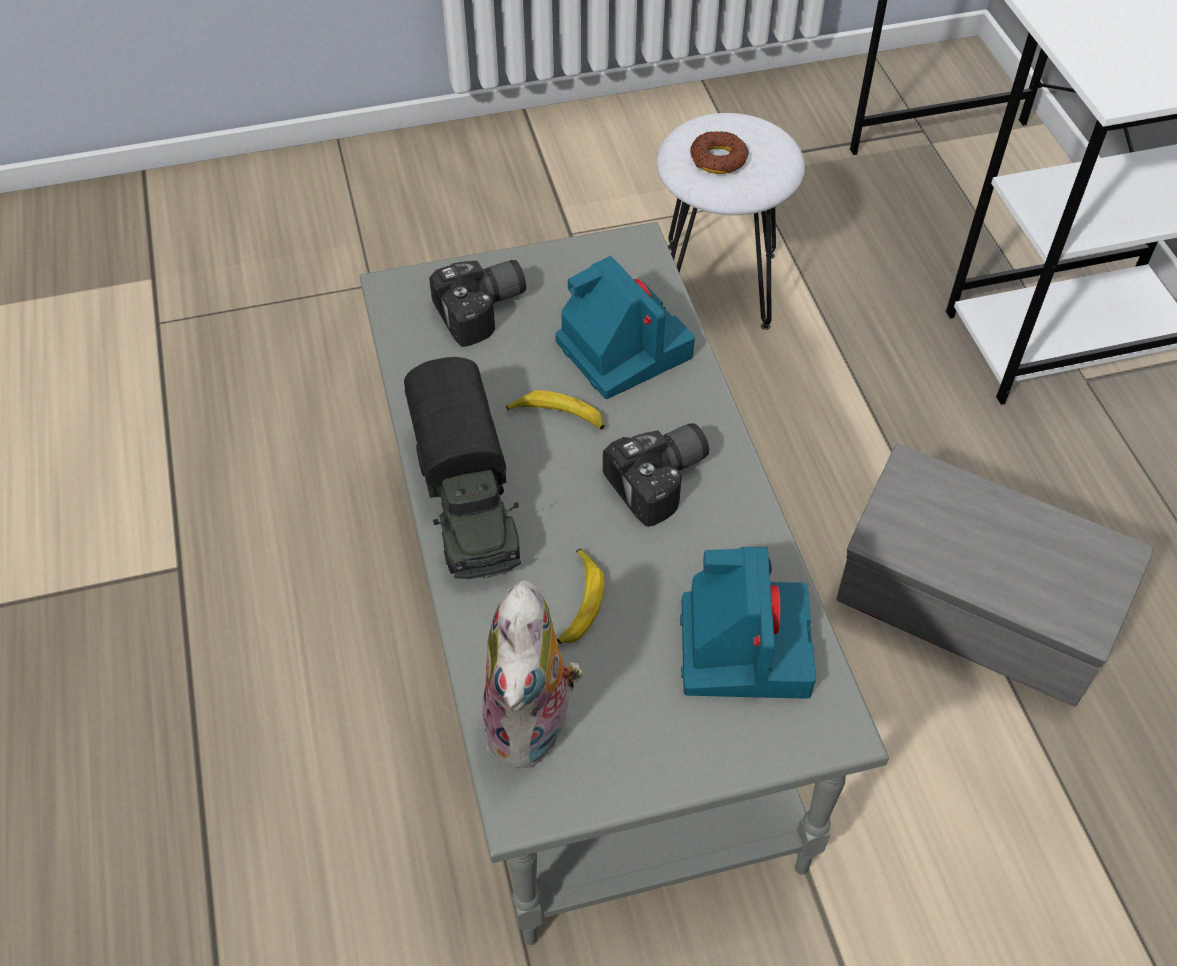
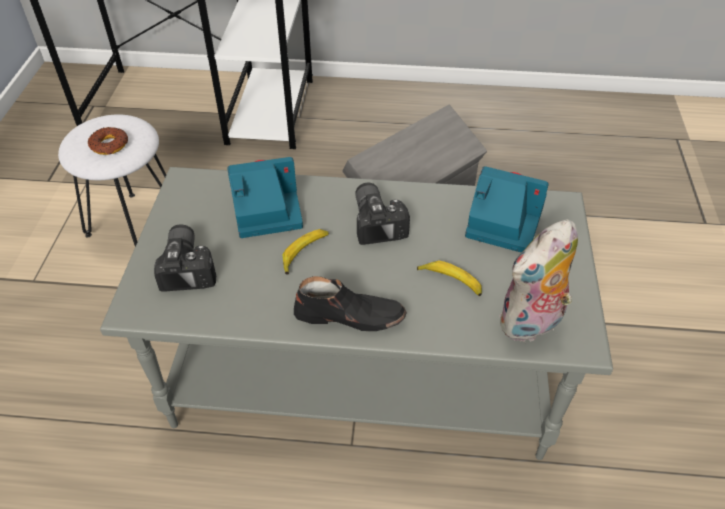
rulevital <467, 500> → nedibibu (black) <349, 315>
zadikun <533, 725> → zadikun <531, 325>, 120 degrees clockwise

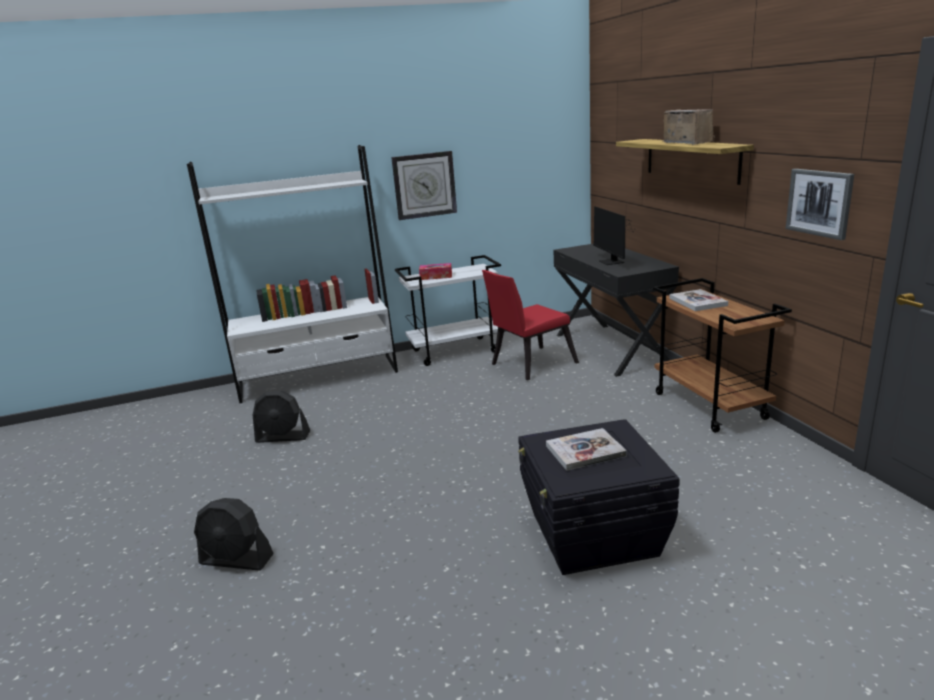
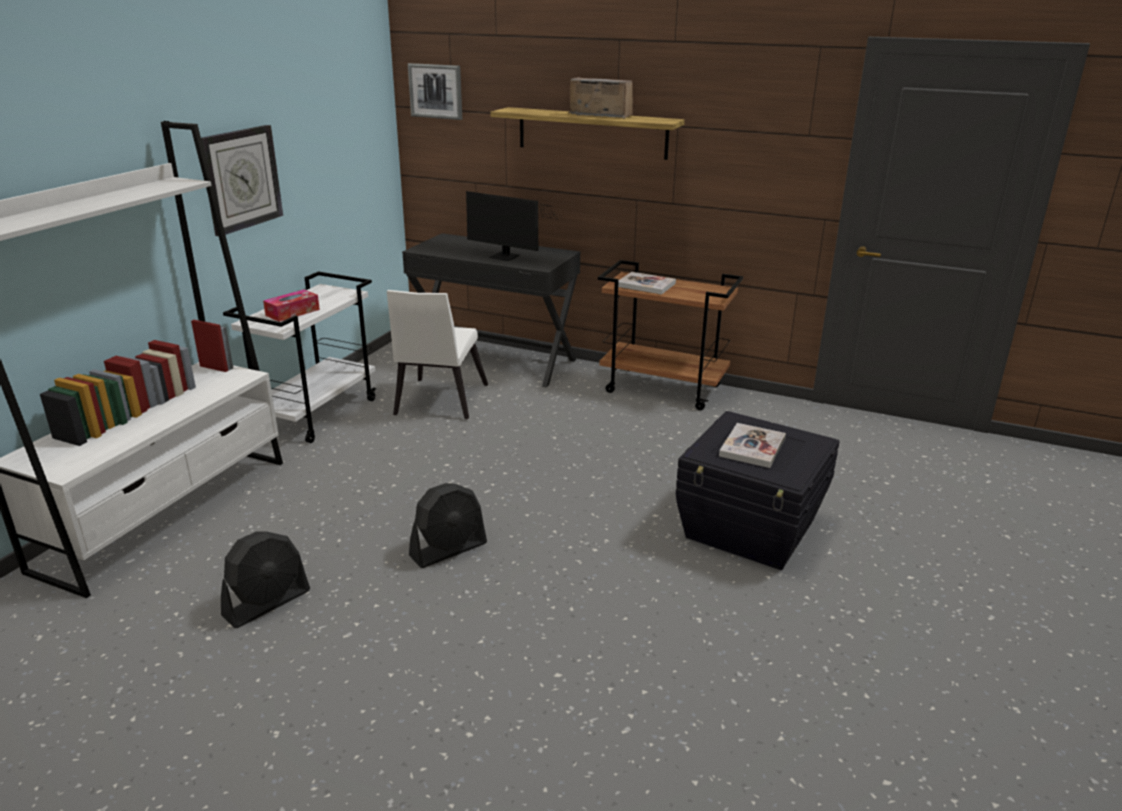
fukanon <819, 203> → fukanon <436, 91>, shifted
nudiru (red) <529, 364> → nudiru (white) <438, 402>
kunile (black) <236, 560> → kunile (black) <448, 549>, shifted

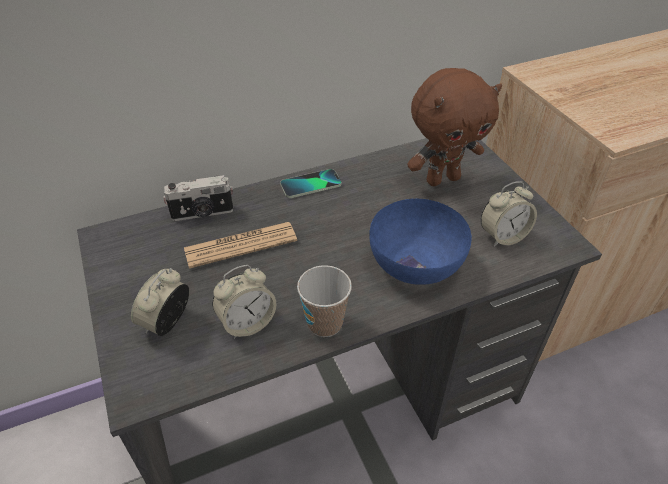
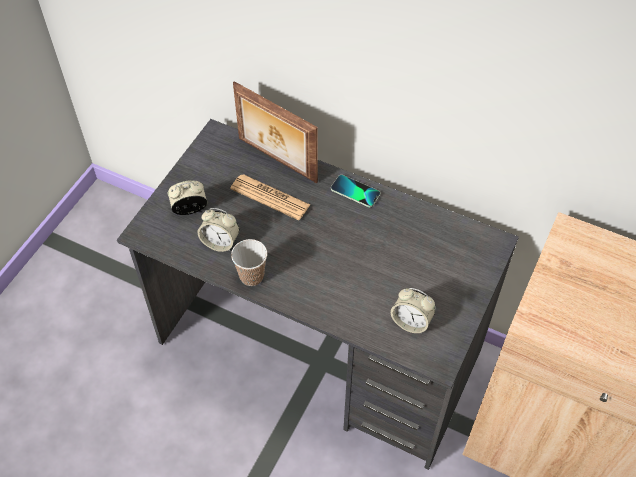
zadikun (brown) <442, 179> → -
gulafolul <202, 213> → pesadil <276, 161>
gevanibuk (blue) <417, 263> → -

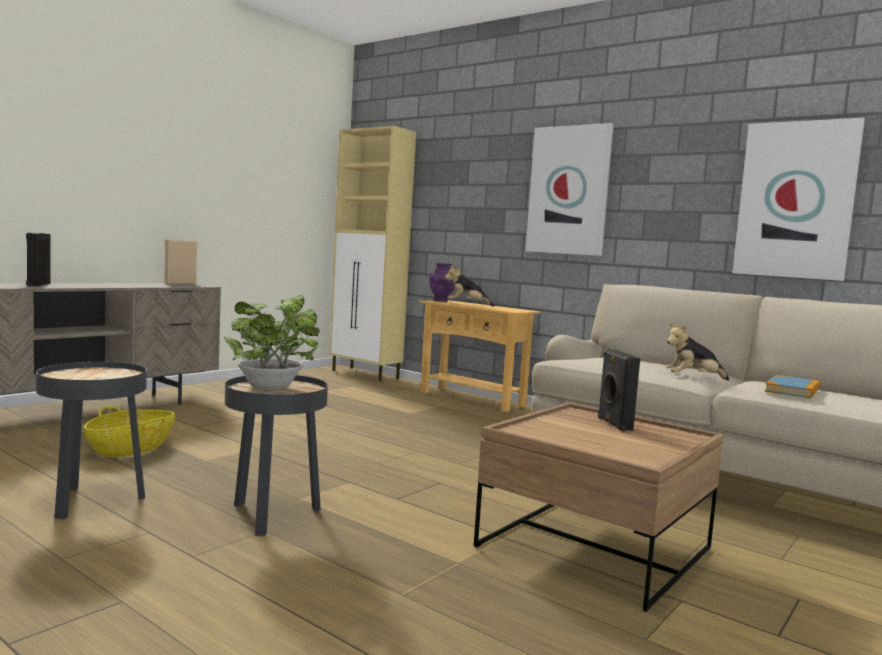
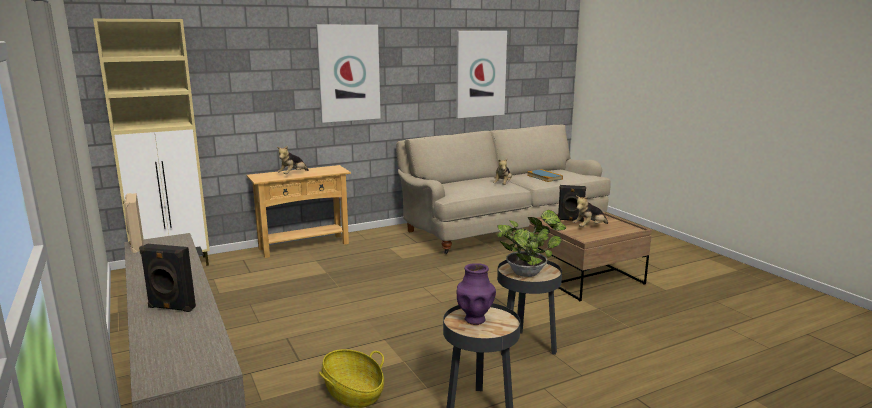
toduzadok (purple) <441, 301> → toduzadok (purple) <475, 319>, shifted
- → zadikun <589, 227>

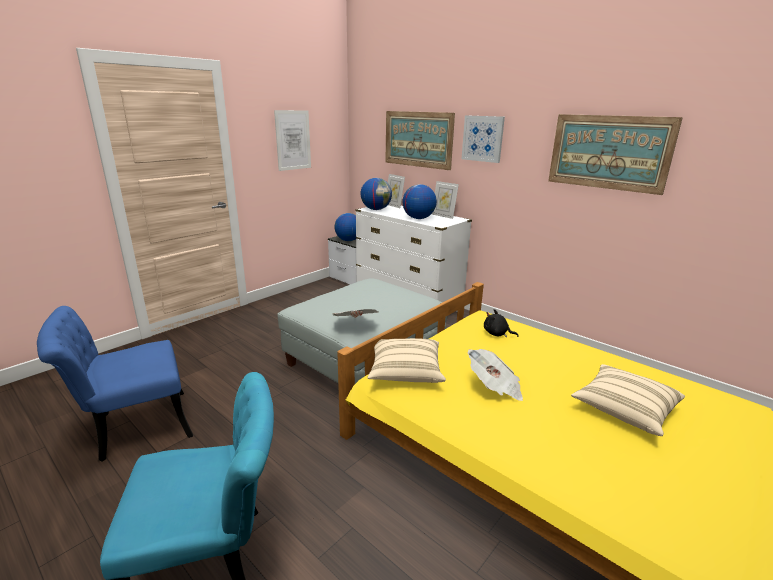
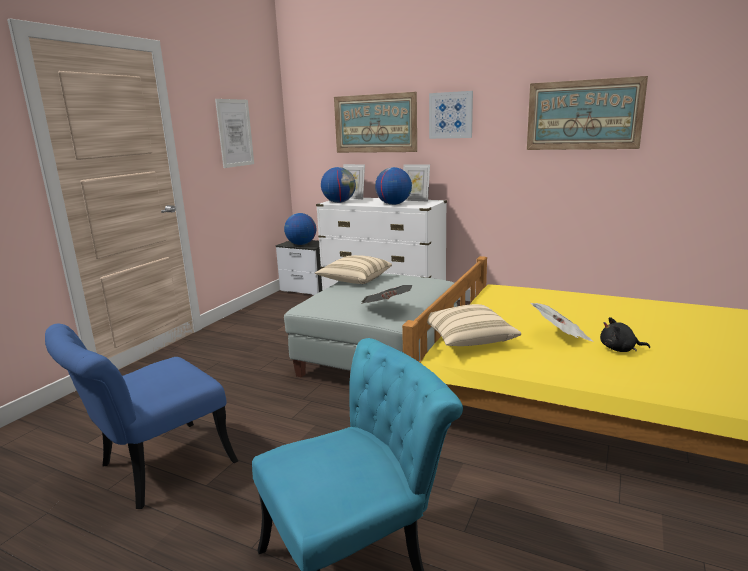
zadikun (black) <497, 334> → zadikun (black) <620, 349>, shifted
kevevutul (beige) <624, 410> → kevevutul (beige) <354, 280>, shifted

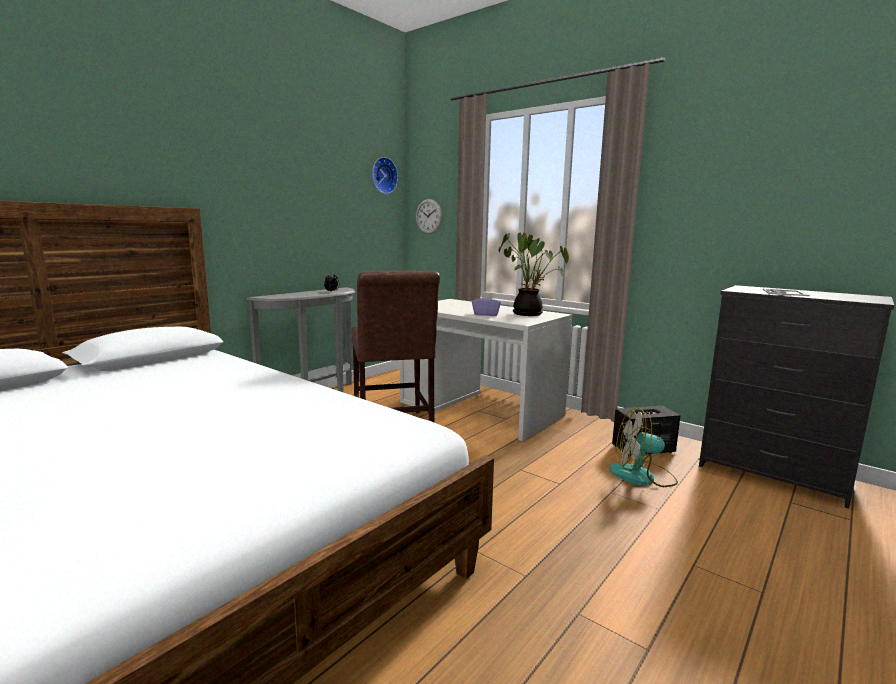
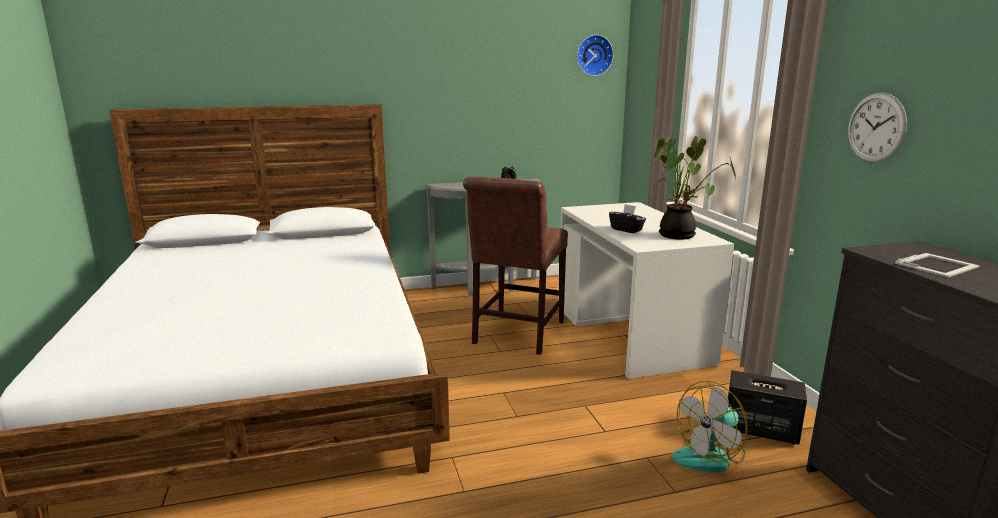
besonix <428, 216> → besonix <876, 128>, shifted
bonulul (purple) <486, 314> → bonulul (black) <626, 229>
kunile <642, 476> → kunile <710, 456>, 75 degrees counterclockwise

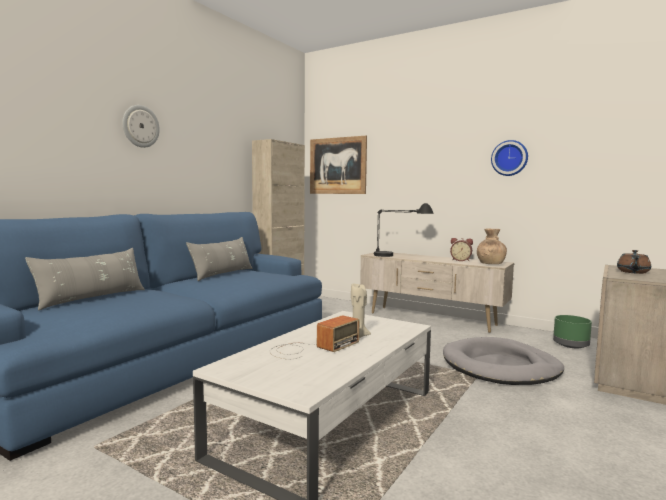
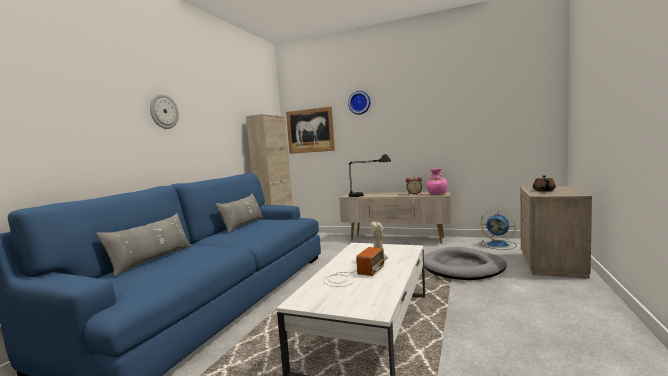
besonix <509, 158> → besonix <359, 102>, shifted
toduzadok (brown) <490, 264> → toduzadok (pink) <436, 194>
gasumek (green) <571, 345> → kunile (blue) <499, 245>

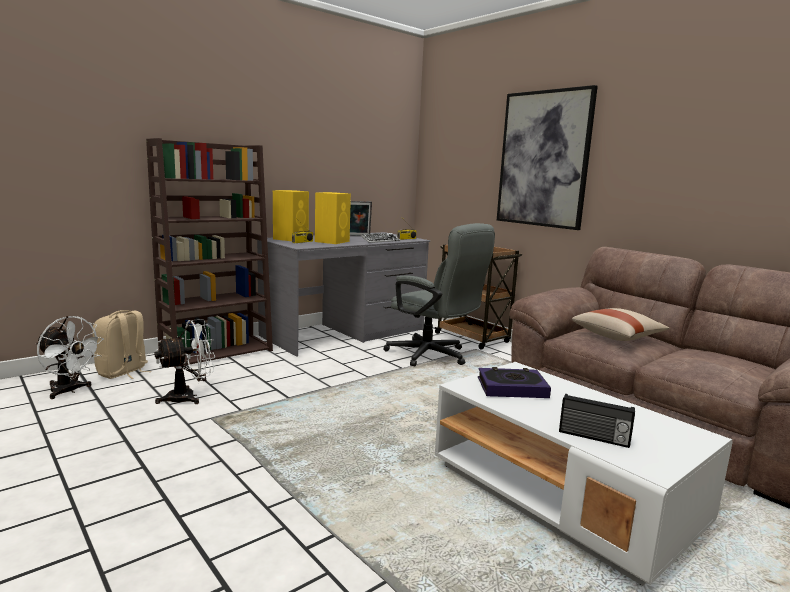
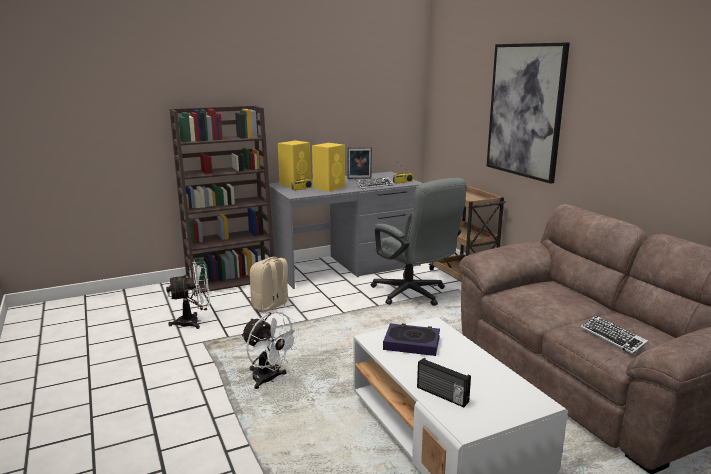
kevevutul (beige) <618, 337> → -
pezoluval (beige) <123, 372> → pezoluval (beige) <271, 307>, shifted
kunile (white) <69, 391> → kunile (white) <269, 380>, shifted
- → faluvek <612, 338>

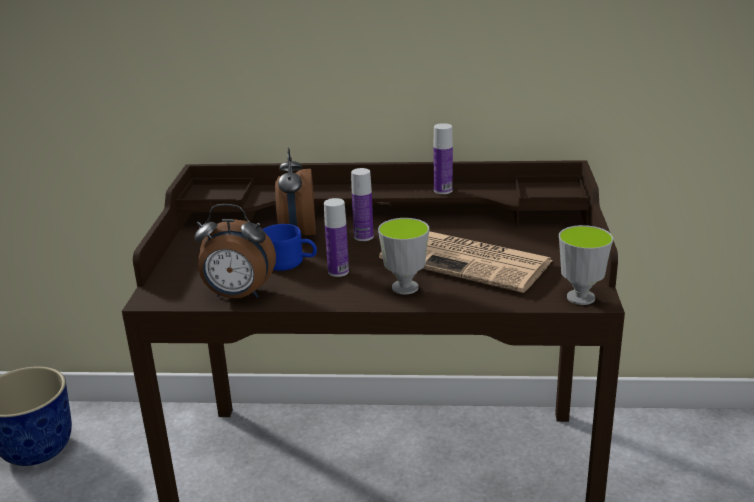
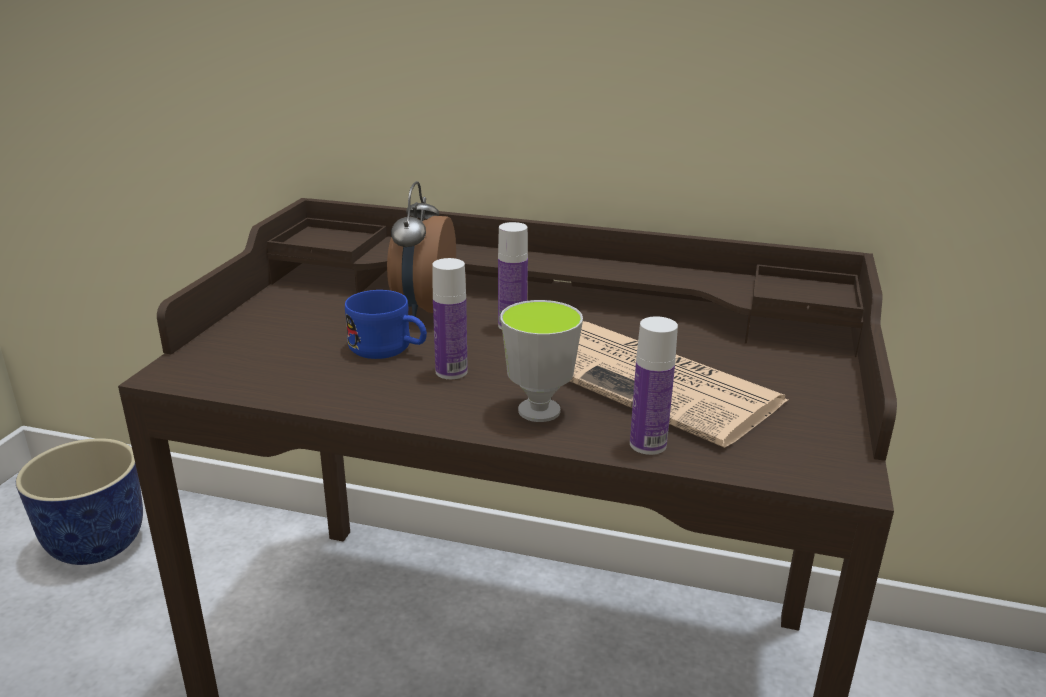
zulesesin <443, 190> → zulesesin <648, 444>, shifted
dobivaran <238, 296> → -
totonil <580, 298> → -

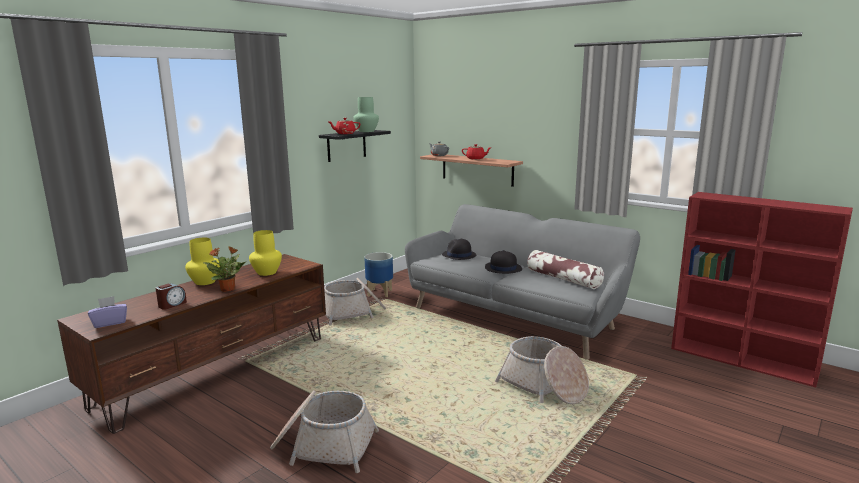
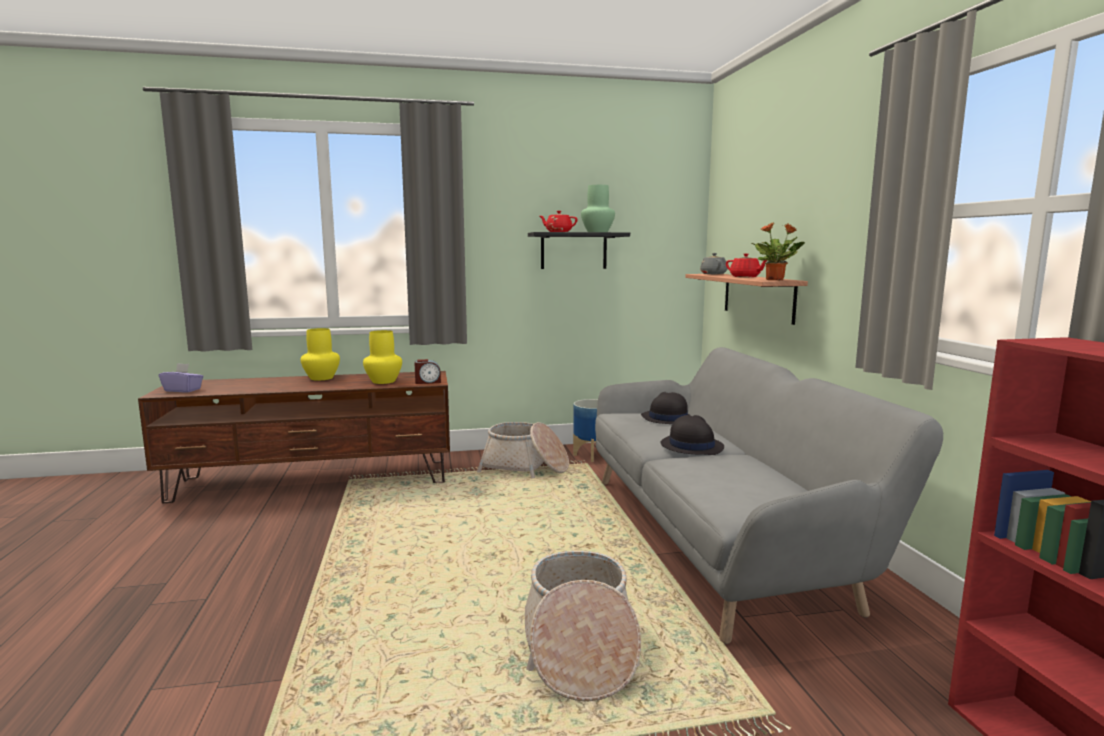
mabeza <228, 289> → mabeza <775, 280>, shifted
kevevutul <563, 279> → -
dobivaran <172, 305> → dobivaran <428, 382>, shifted
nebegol <324, 446> → -

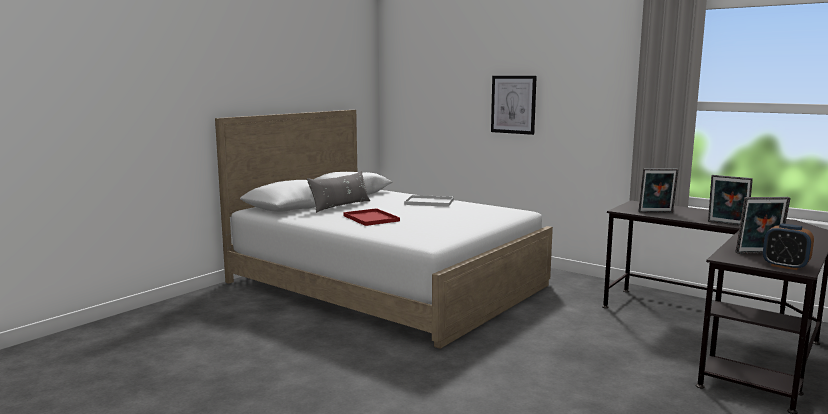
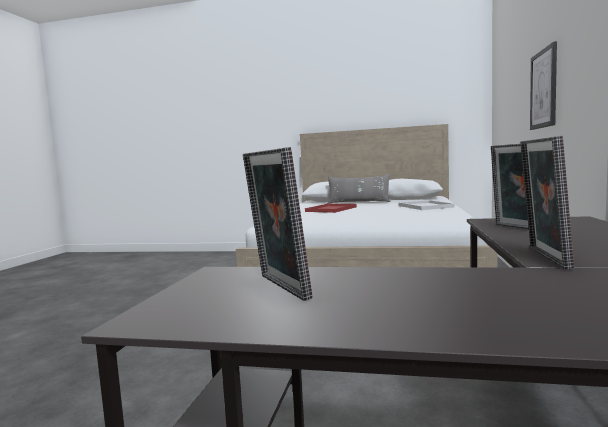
dobivaran <785, 266> → -

